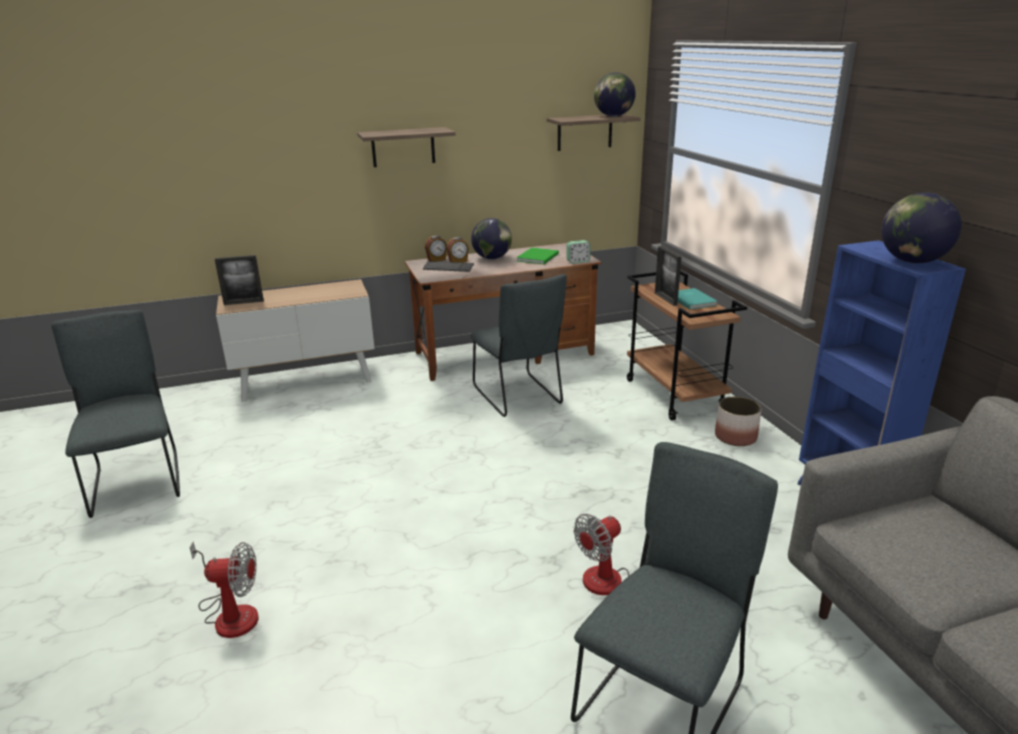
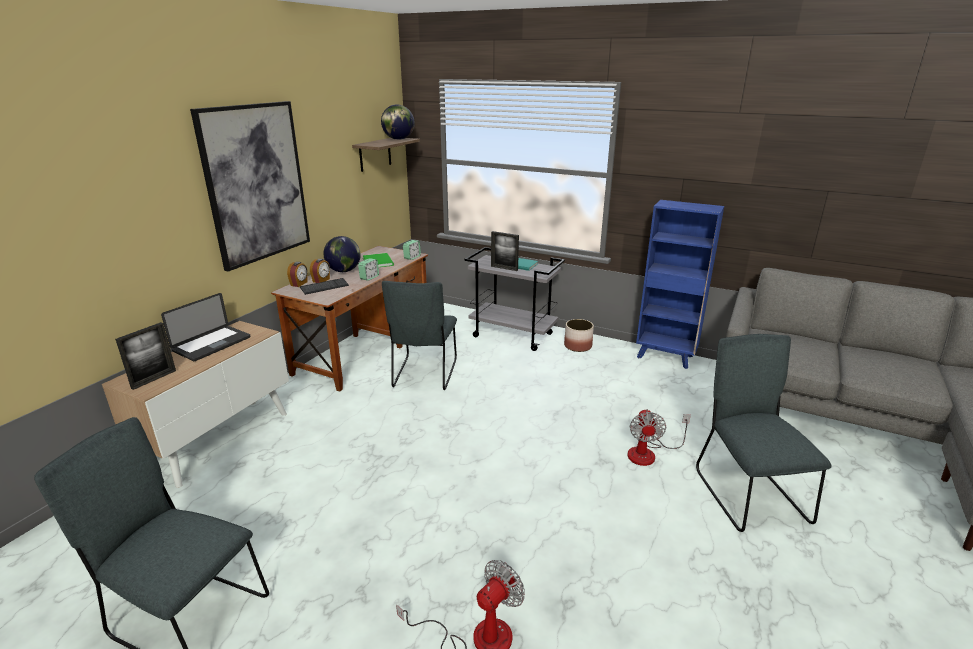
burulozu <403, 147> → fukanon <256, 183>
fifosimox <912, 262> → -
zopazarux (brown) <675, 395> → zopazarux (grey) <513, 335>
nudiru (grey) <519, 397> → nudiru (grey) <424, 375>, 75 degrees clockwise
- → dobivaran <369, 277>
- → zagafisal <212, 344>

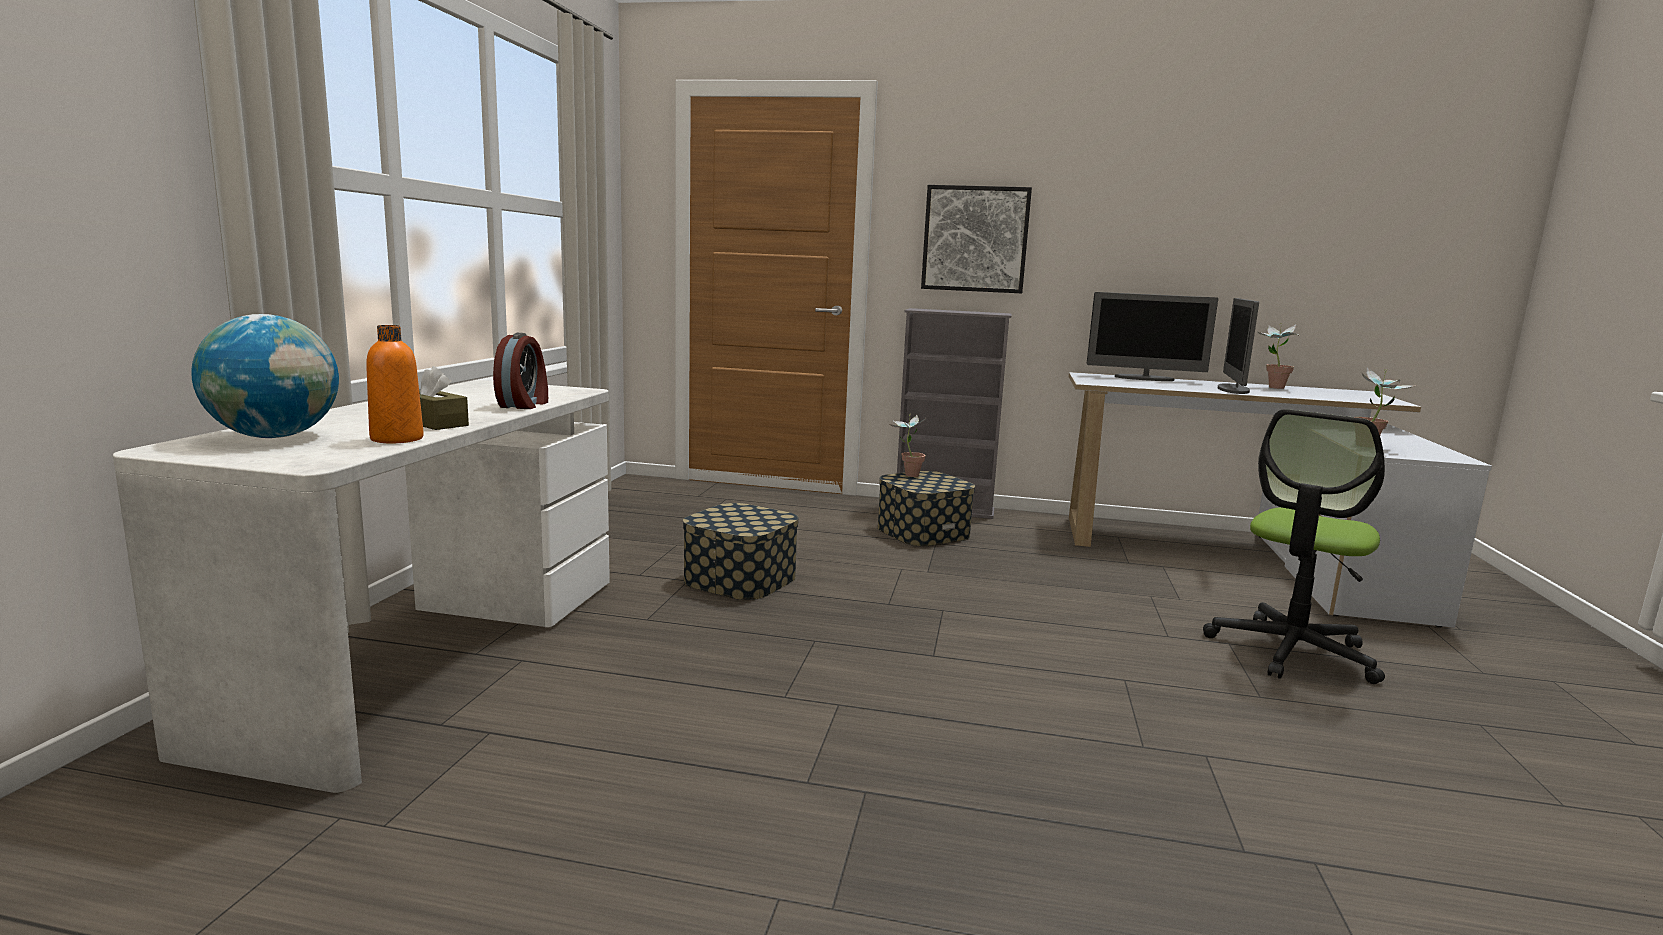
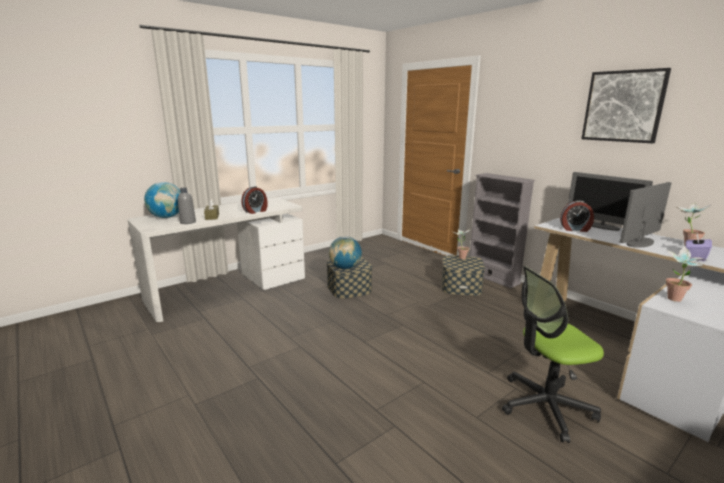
fukanon <975, 239> → fukanon <623, 106>, shifted
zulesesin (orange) <397, 439> → zulesesin (grey) <188, 222>
- → dobivaran <575, 229>
- → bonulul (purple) <694, 256>
- → fifosimox <345, 268>

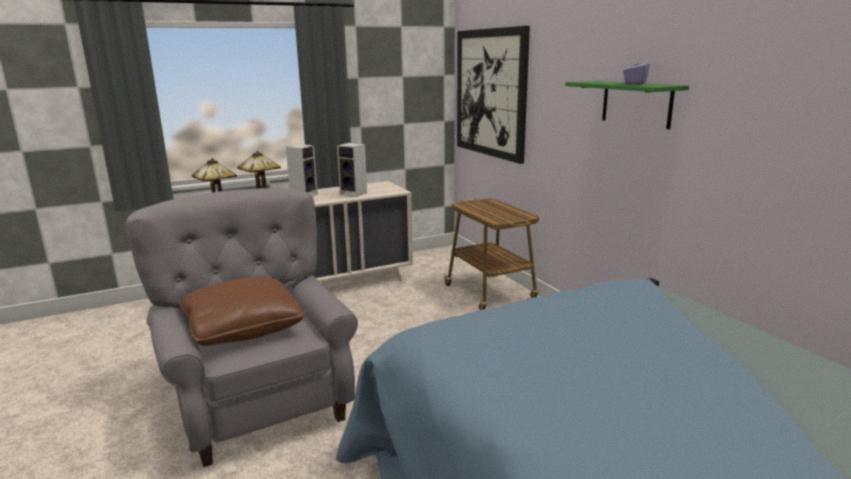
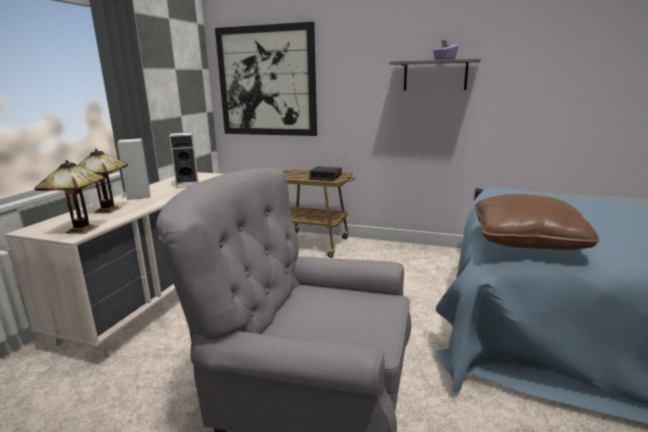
burulozu (green) <636, 103> → burulozu (grey) <435, 75>
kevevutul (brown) <243, 328> → kevevutul (brown) <526, 240>, shifted
- → dobivaran <326, 177>

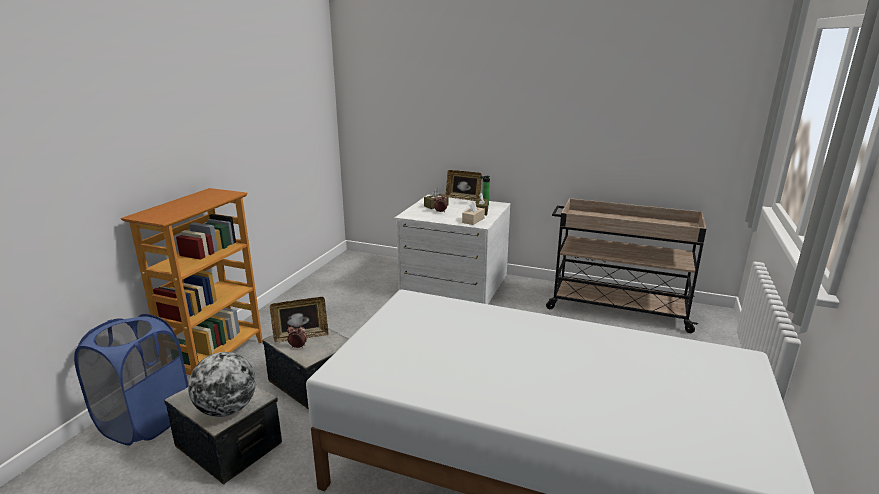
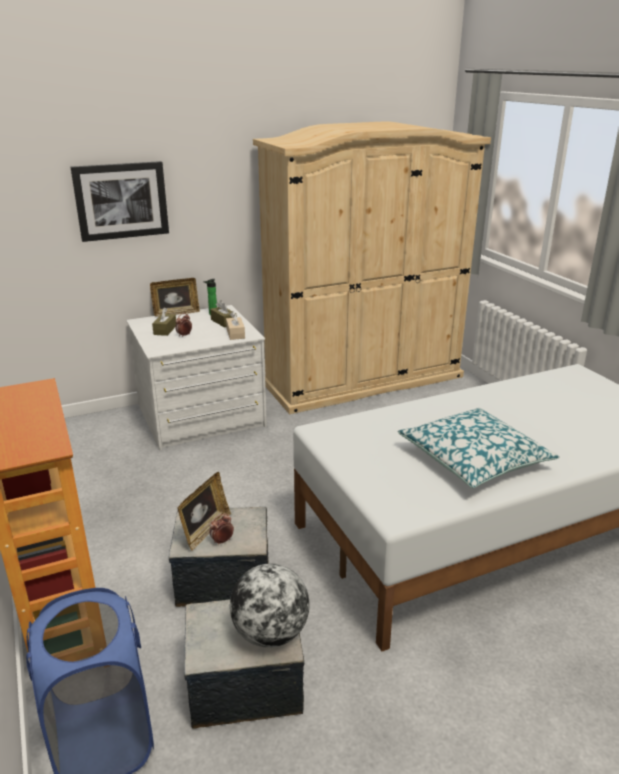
zopazarux (beige) <616, 307> → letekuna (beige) <363, 379>
- → fukanon <121, 201>
- → kevevutul <474, 459>

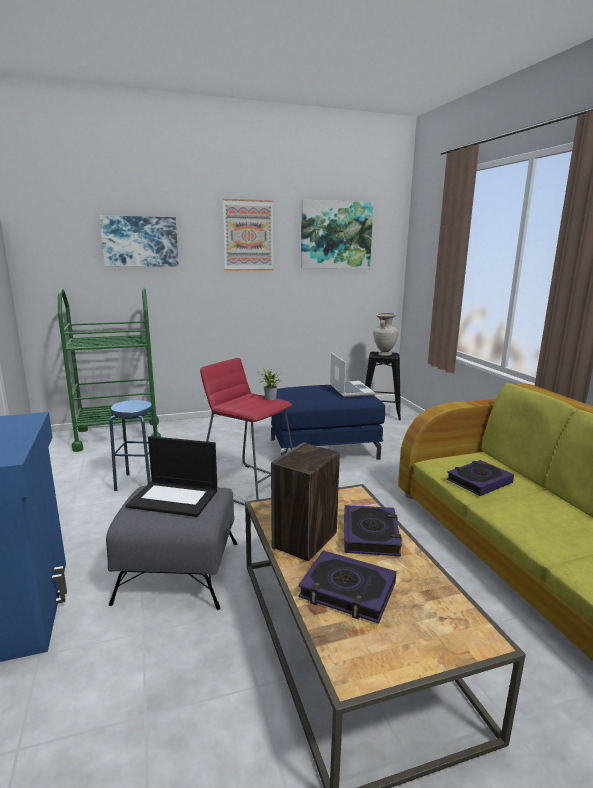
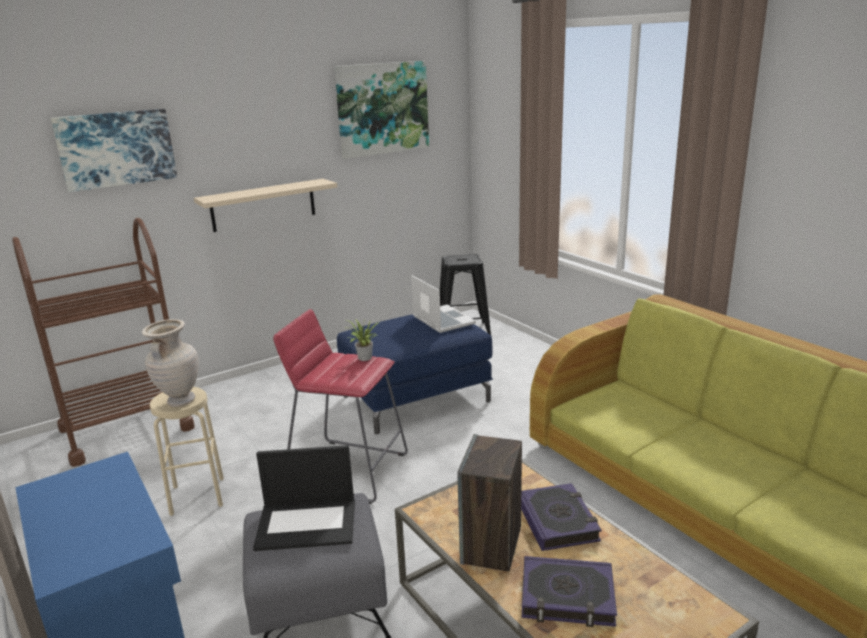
fukanon <248, 235> → -
zopazarux (green) <118, 436> → zopazarux (brown) <126, 429>
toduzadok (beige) <384, 354> → toduzadok (beige) <180, 401>, shifted
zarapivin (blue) <138, 482> → zarapivin (beige) <197, 496>
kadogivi <479, 481> → -
- → burulozu (beige) <263, 205>

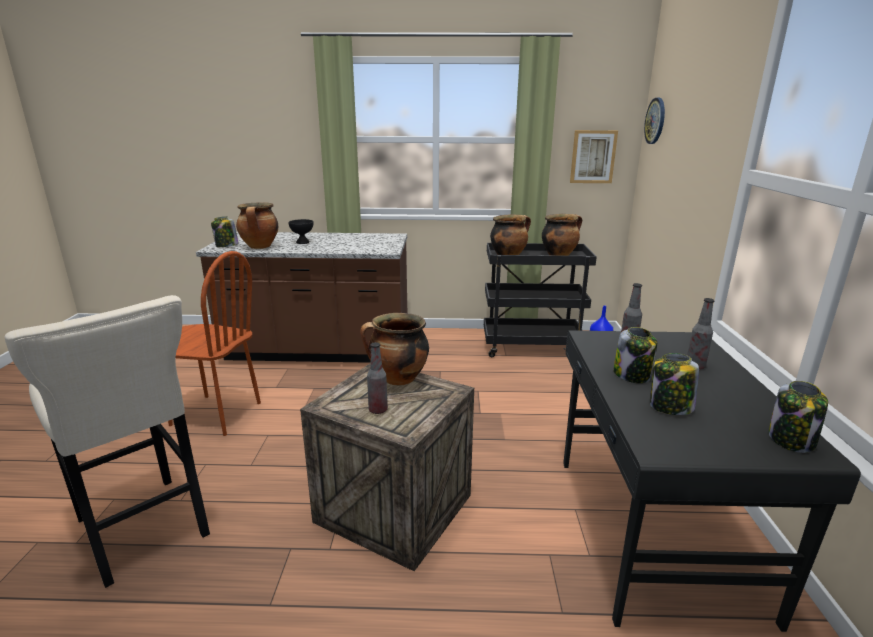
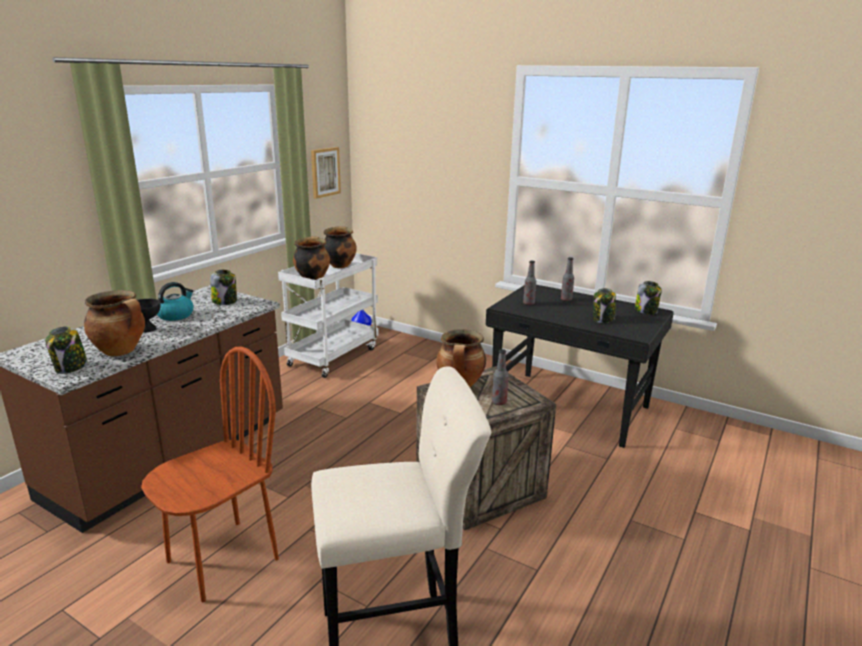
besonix <655, 121> → -
zopazarux (black) <531, 346> → zopazarux (white) <333, 356>
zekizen <632, 375> → zekizen <225, 301>, shifted
- → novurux <176, 315>

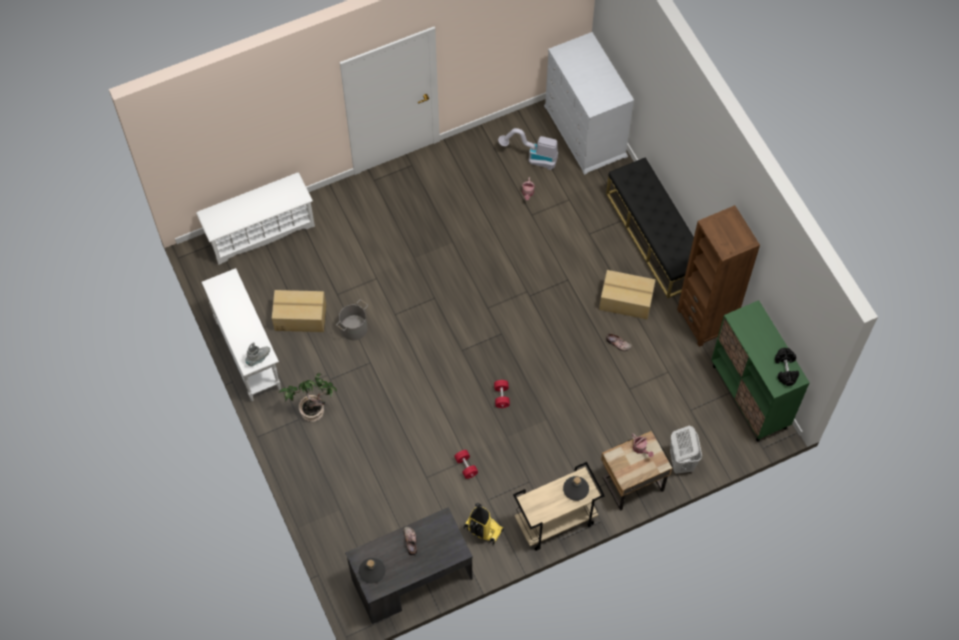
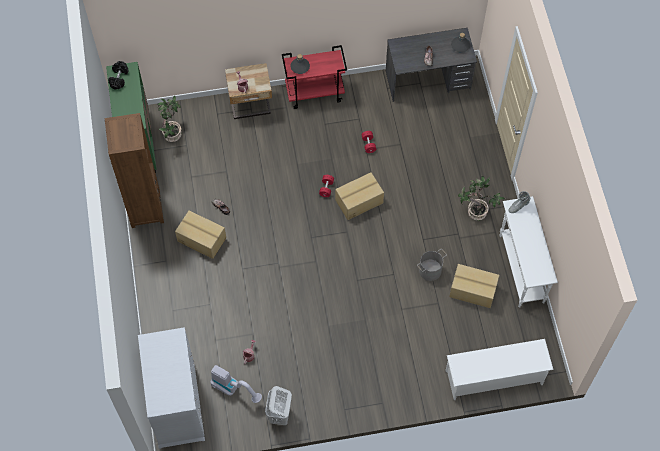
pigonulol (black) <654, 237> → -
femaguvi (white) <681, 461> → femaguvi (white) <280, 415>, shifted
zopazarux (beige) <555, 522> → zopazarux (red) <315, 93>
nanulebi <482, 529> → -
- → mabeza <173, 135>
- → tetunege <358, 201>

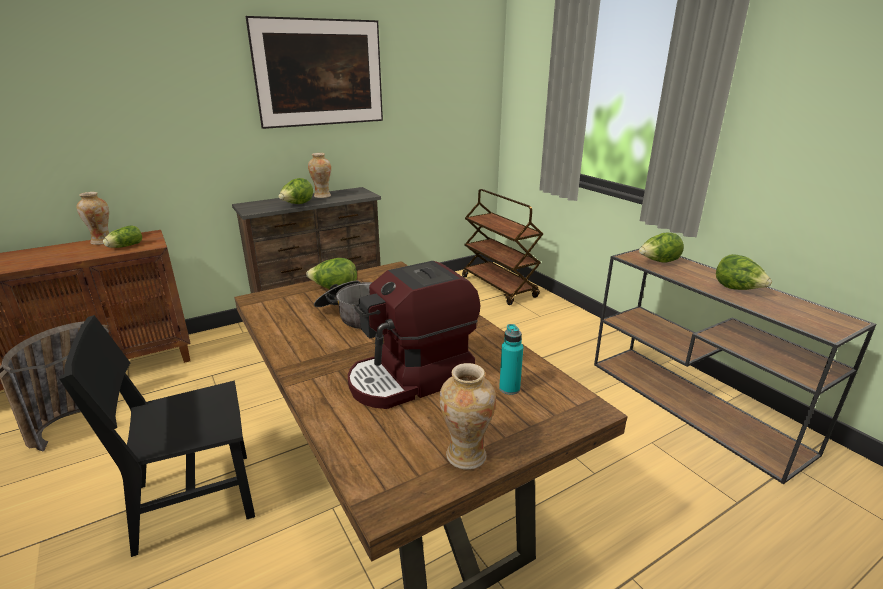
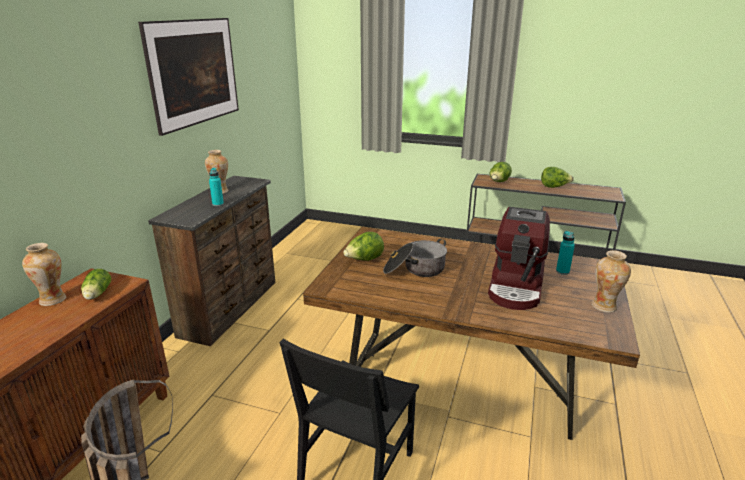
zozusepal <297, 204> → zulesesin (turquoise) <218, 204>
zopazarux (brown) <499, 287> → -

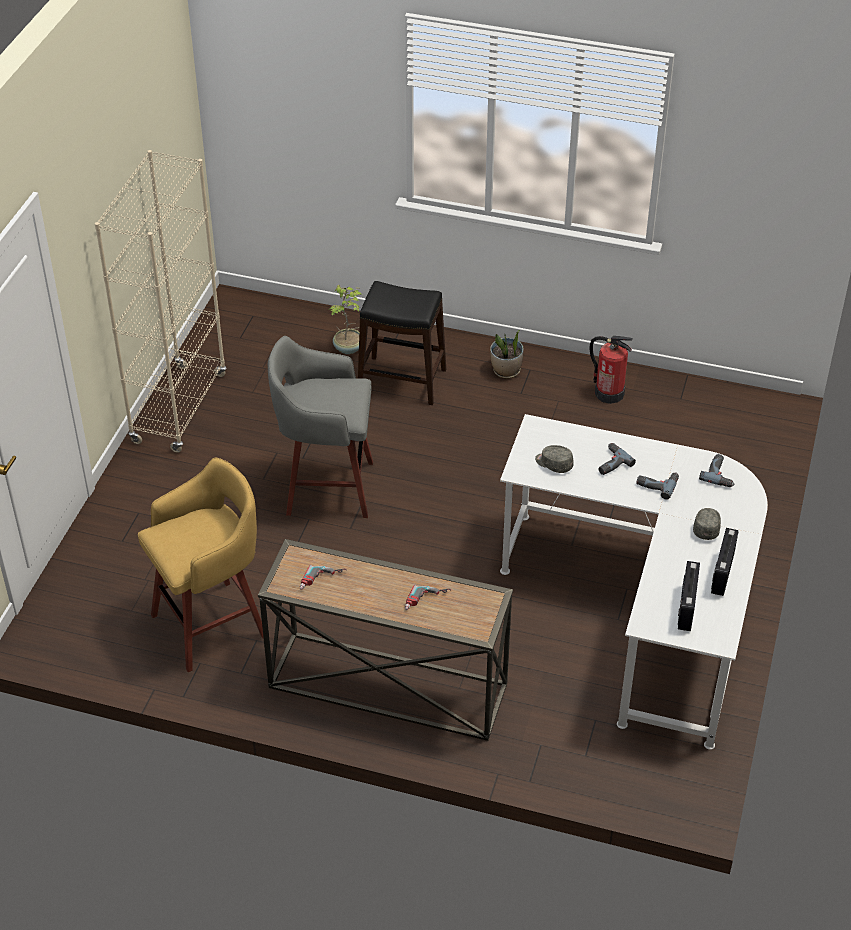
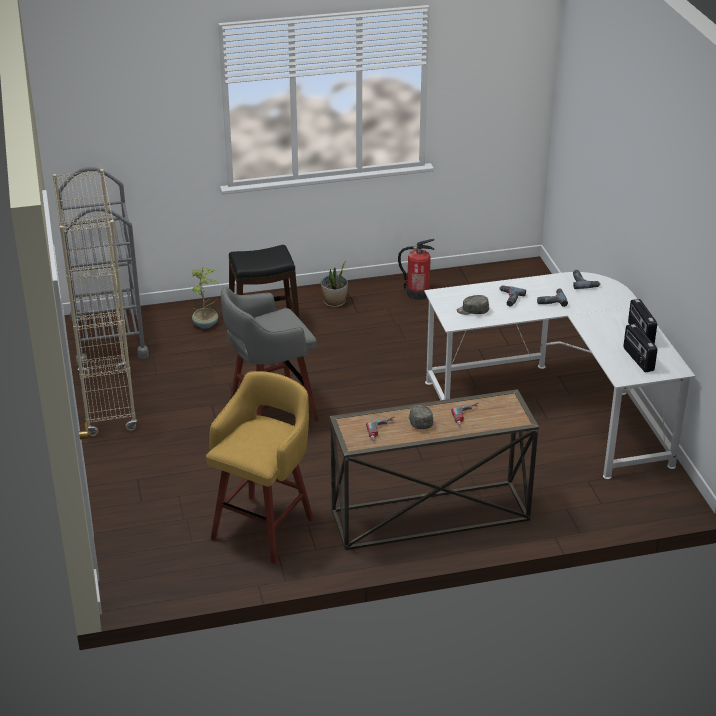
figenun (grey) <706, 527> → figenun (grey) <419, 421>, shifted
- → zopazarux (grey) <108, 337>

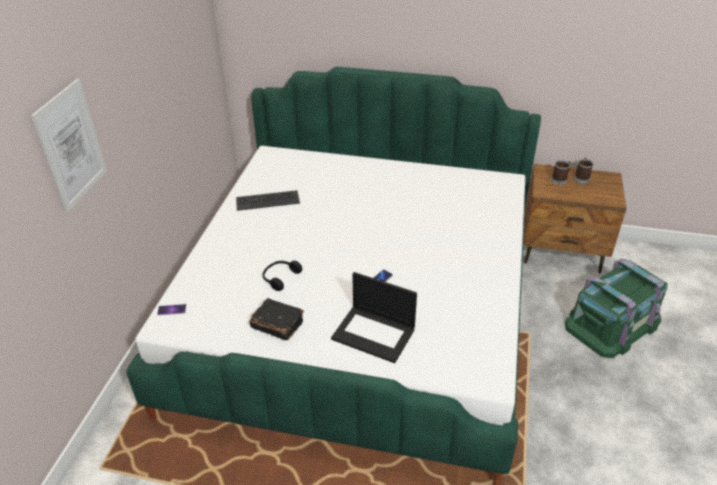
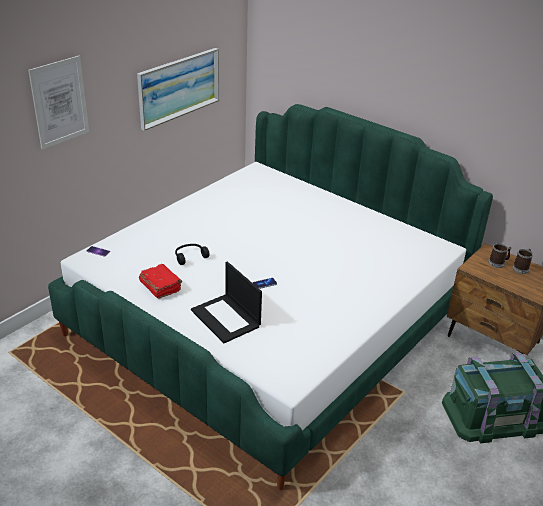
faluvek <267, 200> → -
kadogivi (black) <277, 325> → kadogivi (red) <160, 287>
- → fukanon <179, 87>

